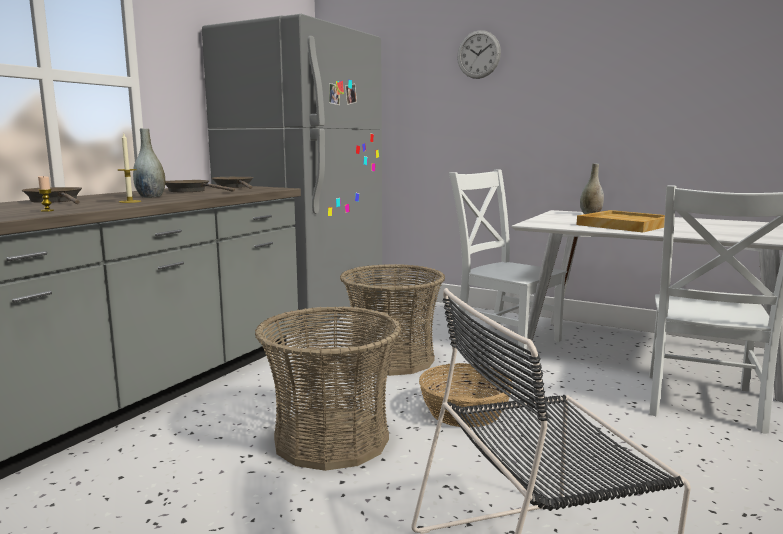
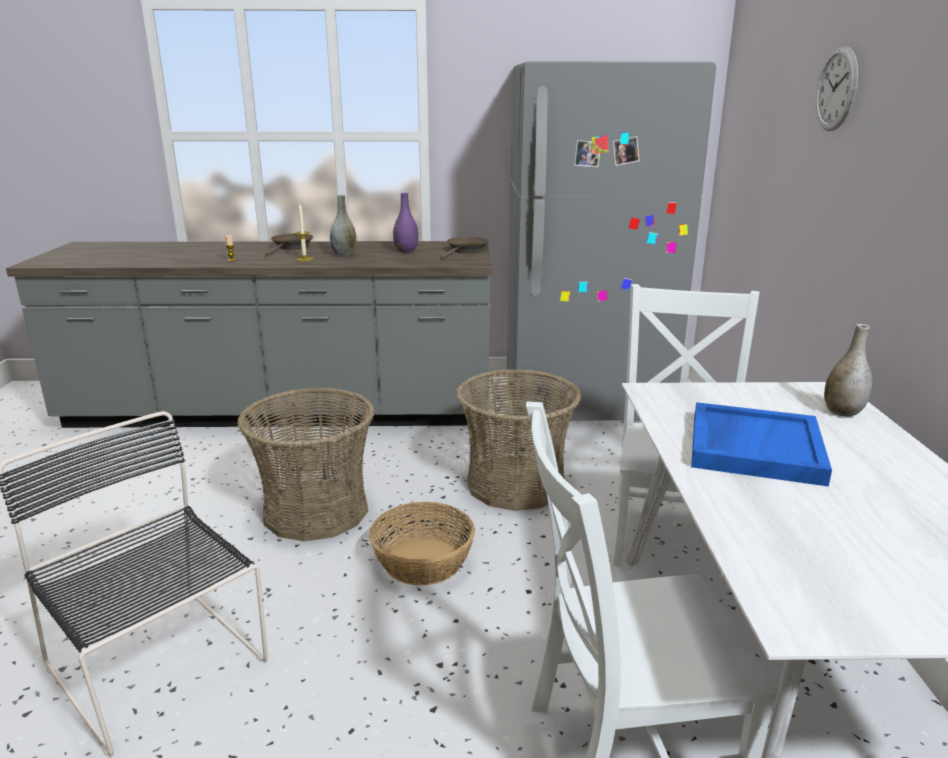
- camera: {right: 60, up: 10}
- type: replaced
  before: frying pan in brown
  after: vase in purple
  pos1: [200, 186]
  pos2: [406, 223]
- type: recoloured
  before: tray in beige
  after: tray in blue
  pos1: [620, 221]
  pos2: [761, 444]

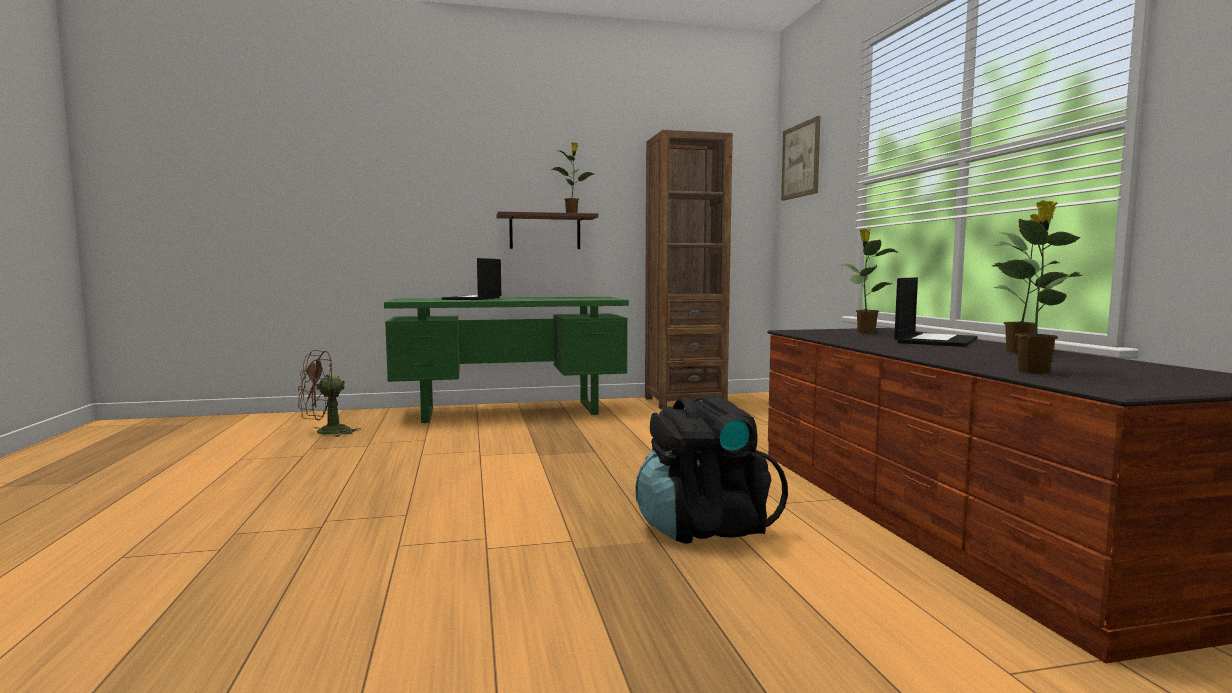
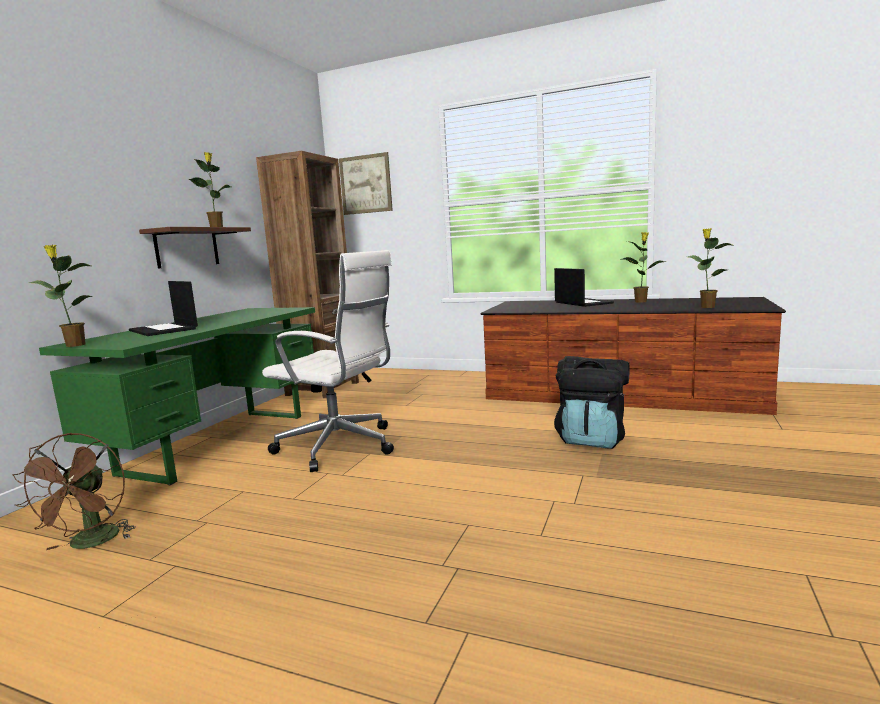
- camera: {right: -55, up: 5}
- type: moved
  before: potted plant
  pos1: [869, 281]
  pos2: [60, 296]
- type: added
  after: office chair in white
  pos2: [328, 361]

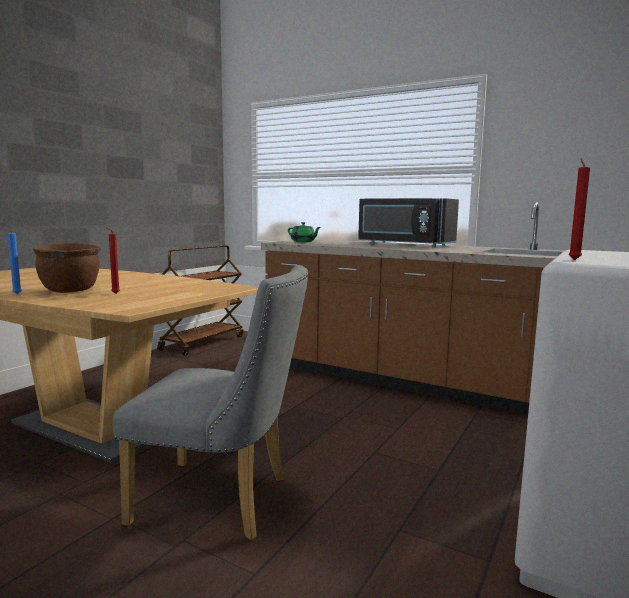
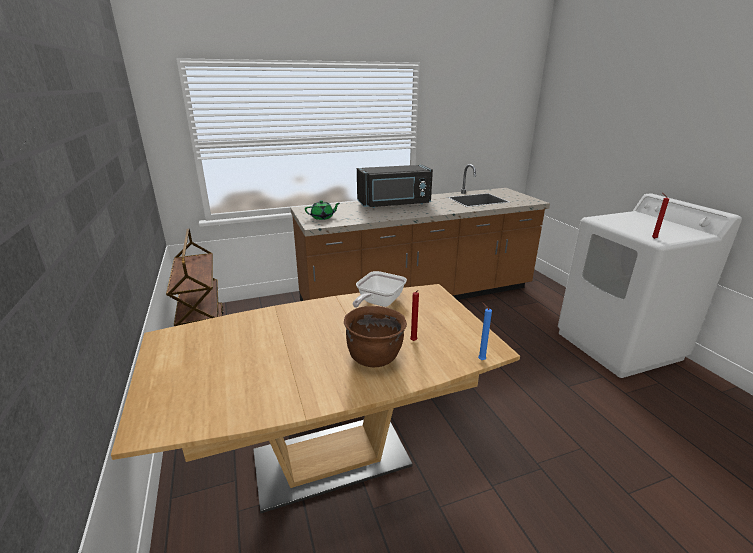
- camera: {right: -50, up: 15}
- type: added
  after: frying pan
  pos2: [380, 289]
- type: moved
  before: candle in blue
  pos1: [15, 260]
  pos2: [485, 331]
- type: removed
  before: chair in grey
  pos1: [210, 402]

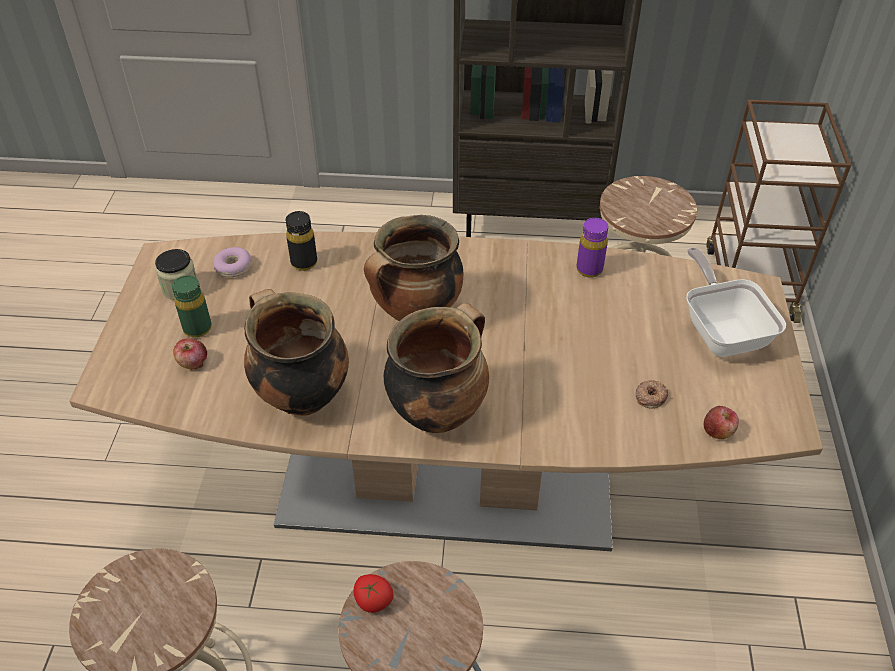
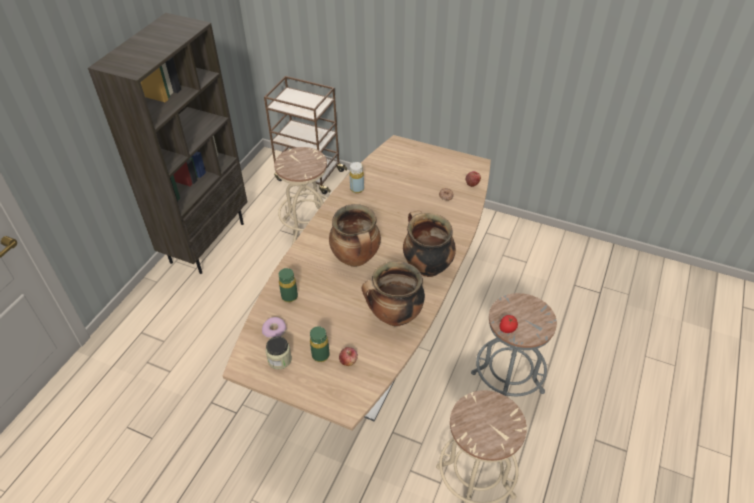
- camera: {right: -70, up: 0}
- type: recoloured
  before: bottle in black
  after: bottle in green
  pos1: [301, 241]
  pos2: [288, 285]
- type: recoloured
  before: bottle in purple
  after: bottle in yellow
  pos1: [592, 248]
  pos2: [356, 177]
- type: removed
  before: frying pan
  pos1: [736, 302]

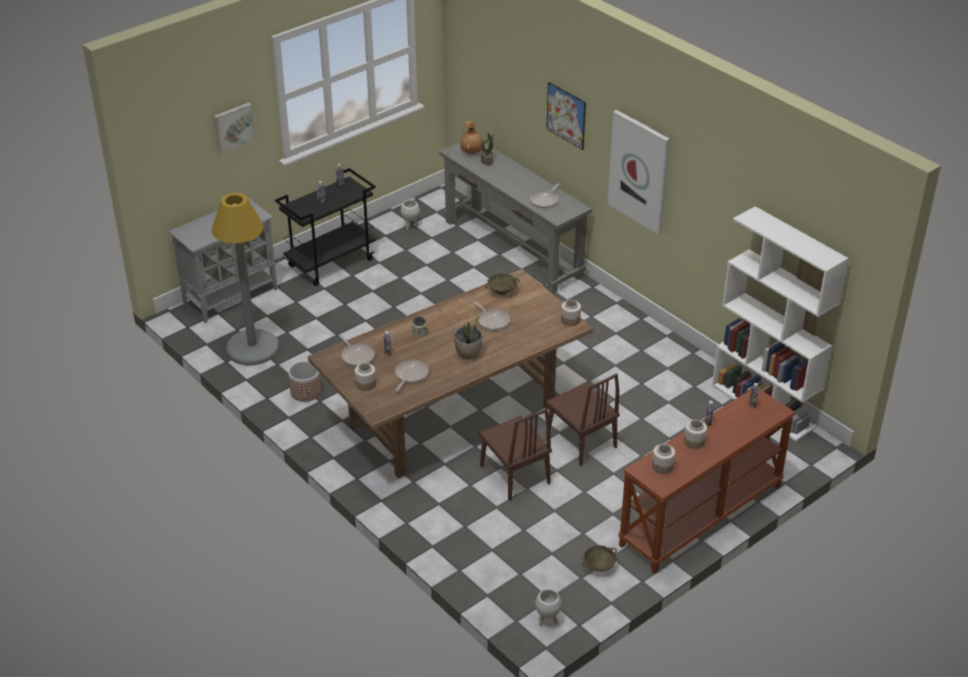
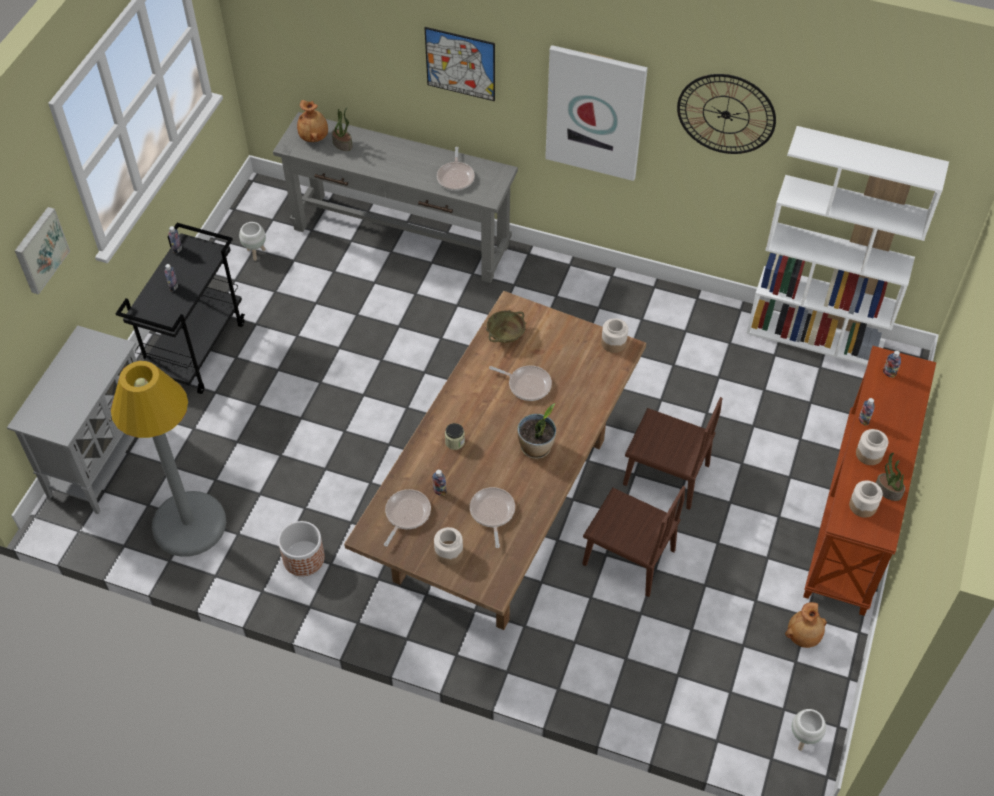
- camera: {right: -30, up: 15}
- type: turned
  before: frying pan
  pos1: [357, 350]
  pos2: [407, 518]
  turn: -90
- type: added
  after: wall clock
  pos2: [726, 114]
- type: replaced
  before: bowl in beige
  after: vase in brown
  pos1: [600, 558]
  pos2: [806, 625]
- type: added
  after: potted plant
  pos2: [890, 477]

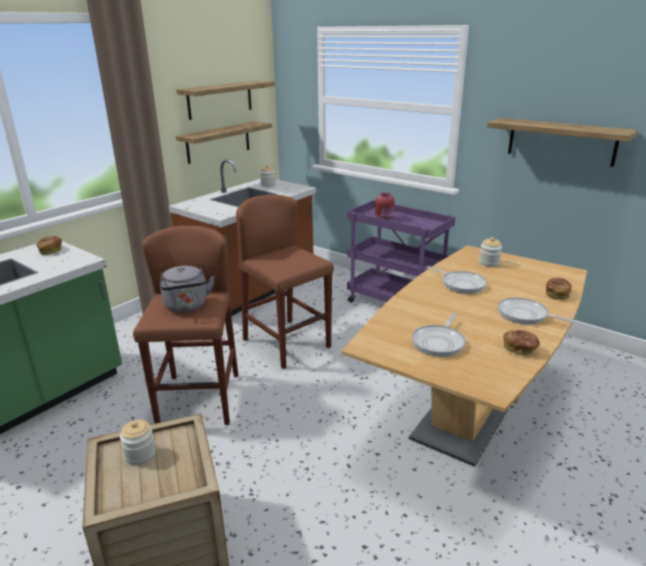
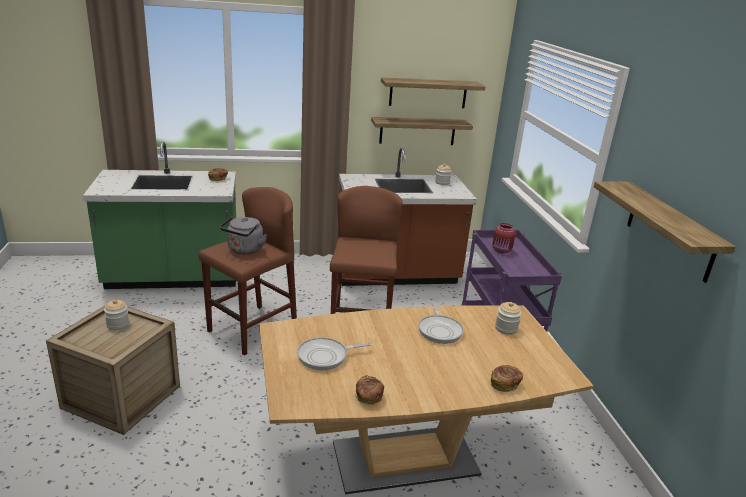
- camera: {right: 40, up: 0}
- type: removed
  before: frying pan
  pos1: [537, 311]

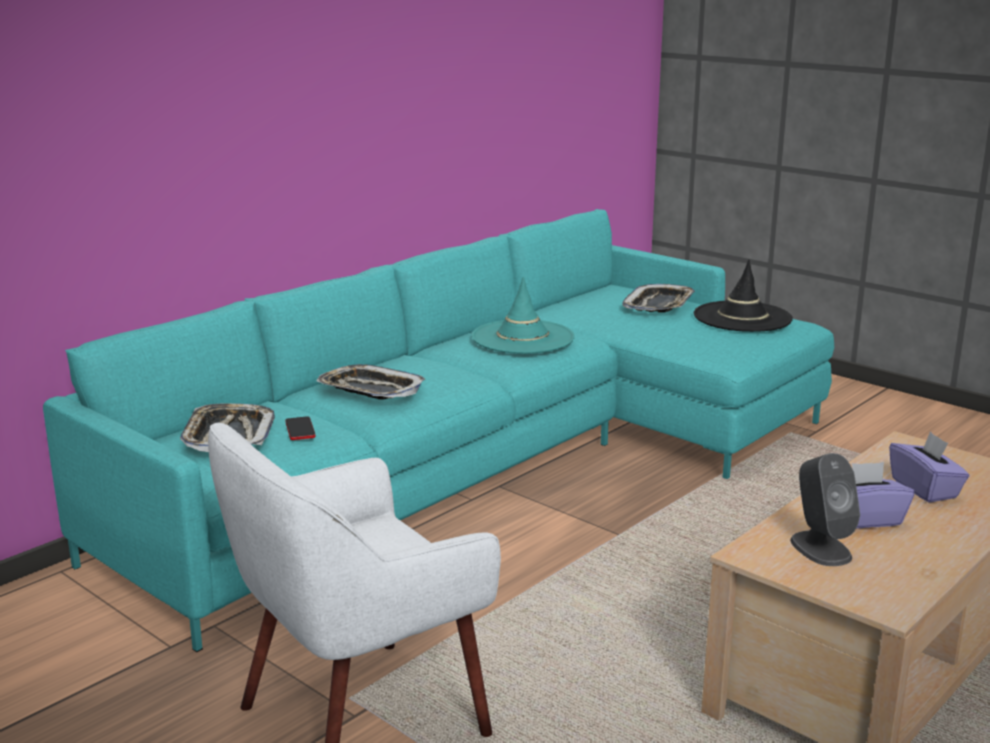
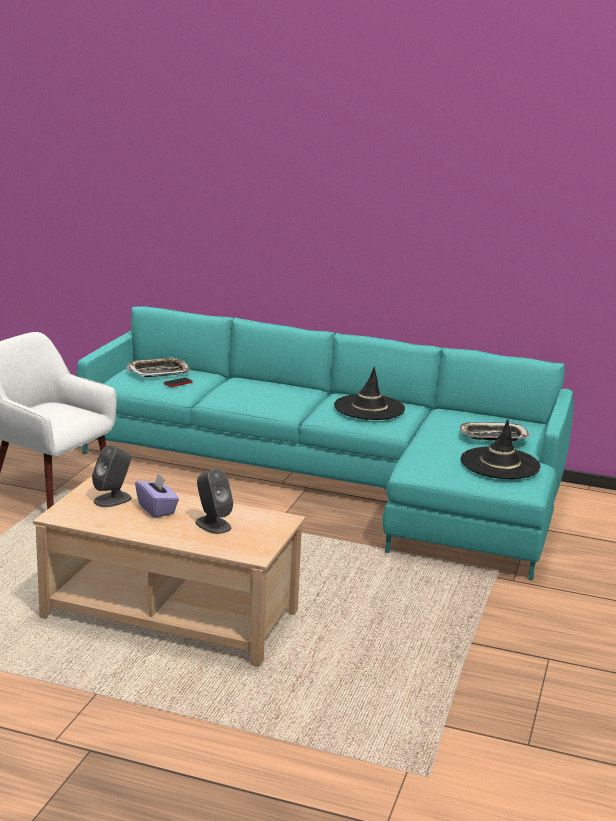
- camera: {right: 65, up: 0}
- type: replaced
  before: tissue box in purple
  after: speaker in grey
  pos1: [929, 467]
  pos2: [214, 501]
- type: recoloured
  before: hat in turquoise
  after: hat in black
  pos1: [523, 315]
  pos2: [369, 393]
- type: removed
  before: tray
  pos1: [371, 382]

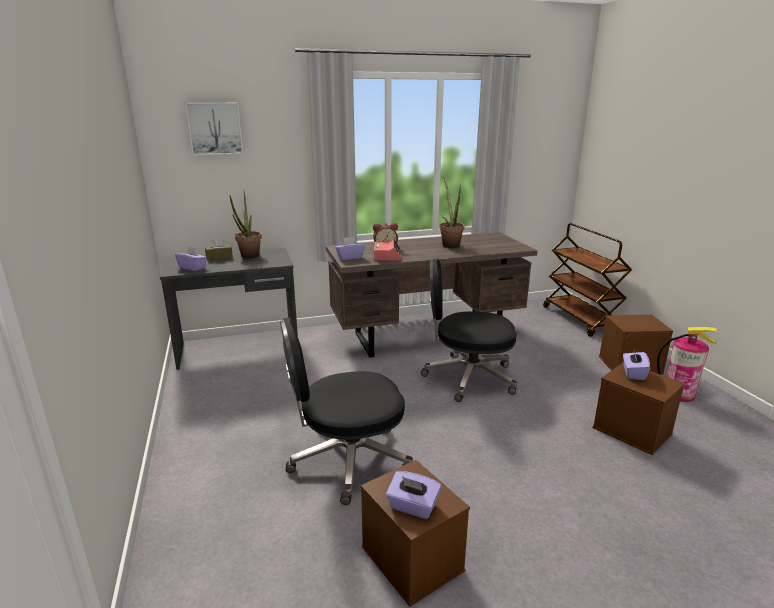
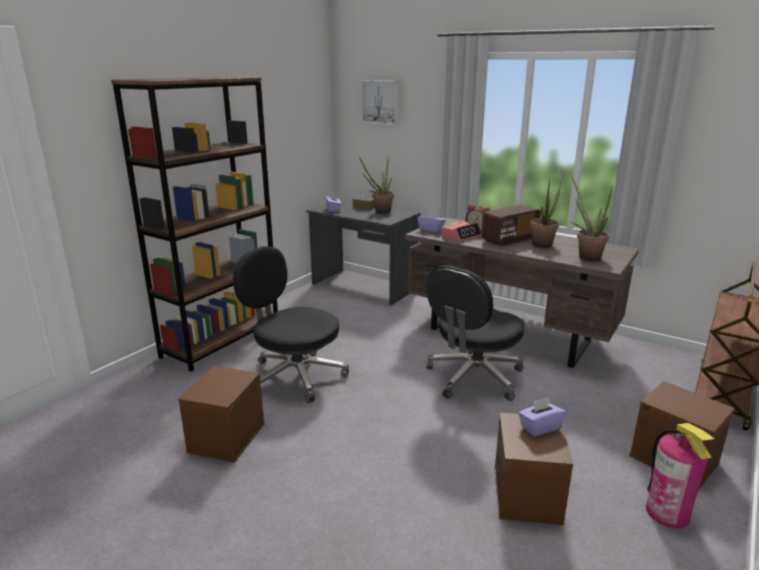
- camera: {right: 50, up: 0}
- type: added
  after: bookcase in brown
  pos2: [194, 224]
- type: turned
  before: office chair in black
  pos1: [469, 330]
  pos2: [475, 333]
  turn: -105
- type: added
  after: radio
  pos2: [511, 225]
- type: added
  after: potted plant
  pos2: [592, 218]
- type: removed
  before: tissue box in purple
  pos1: [413, 495]

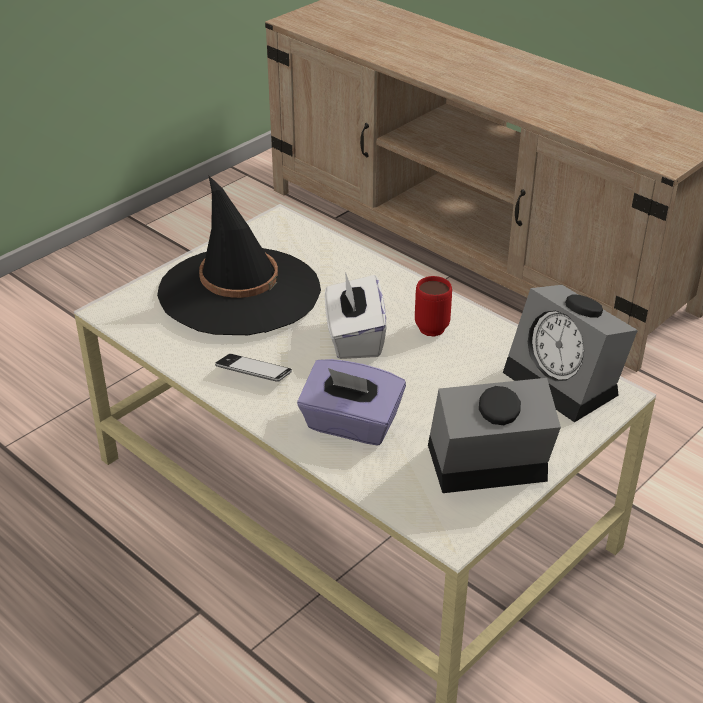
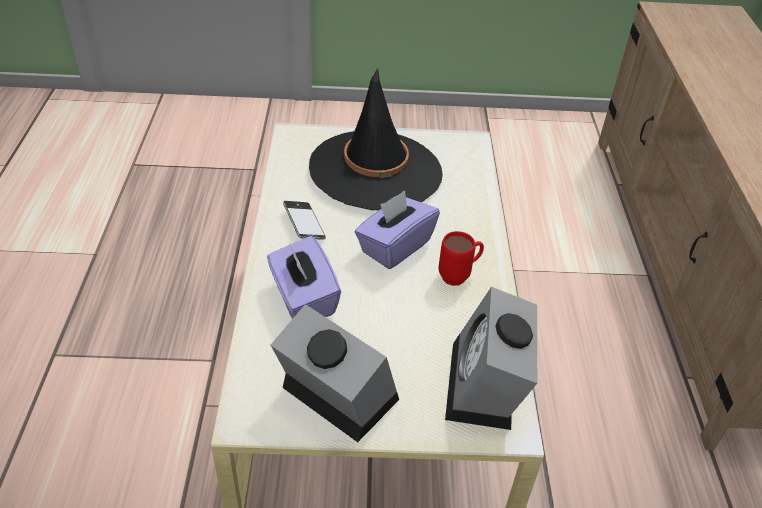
- camera: {right: 45, up: 5}
- type: recoloured
  before: tissue box in white
  after: tissue box in purple
  pos1: [355, 315]
  pos2: [397, 229]

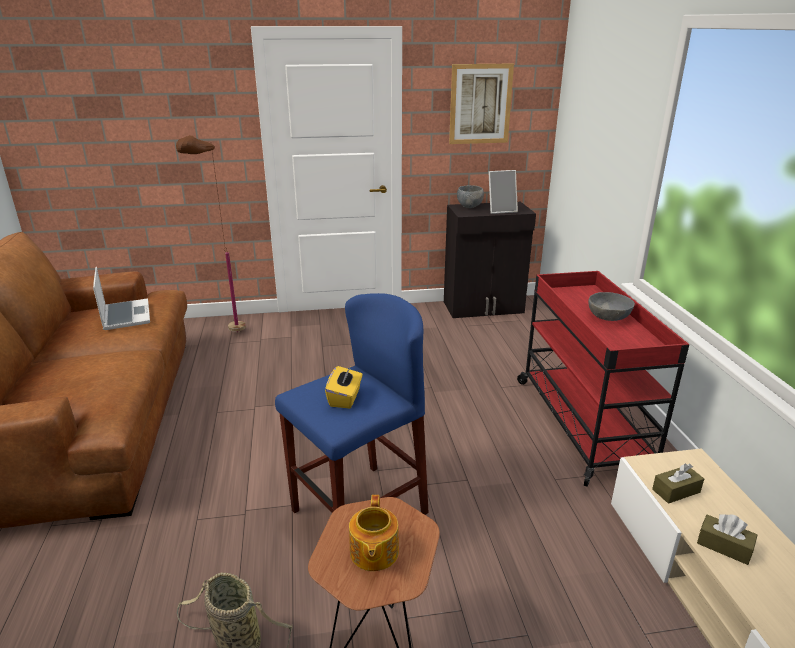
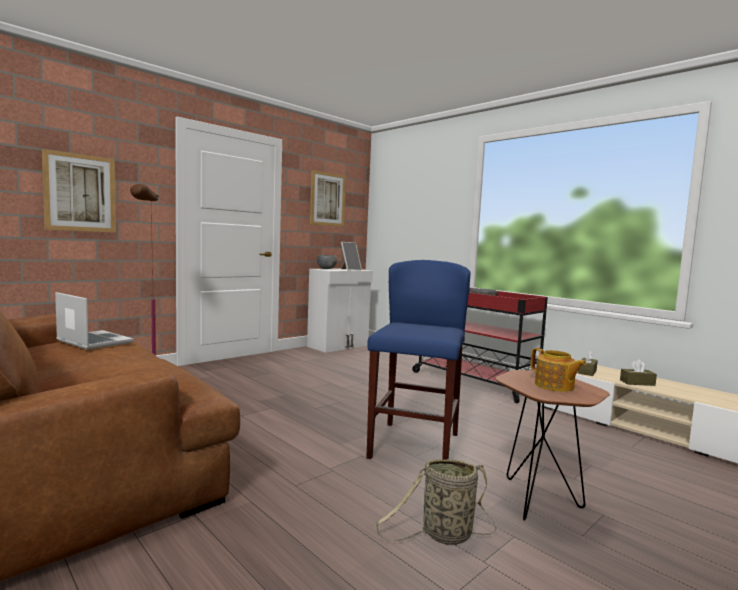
- camera: {right: -35, up: -20}
- type: added
  after: picture
  pos2: [79, 191]
- type: recoloured
  before: cabinet in black
  after: cabinet in white
  pos1: [490, 260]
  pos2: [340, 310]
- type: removed
  before: tissue box in yellow
  pos1: [344, 387]

